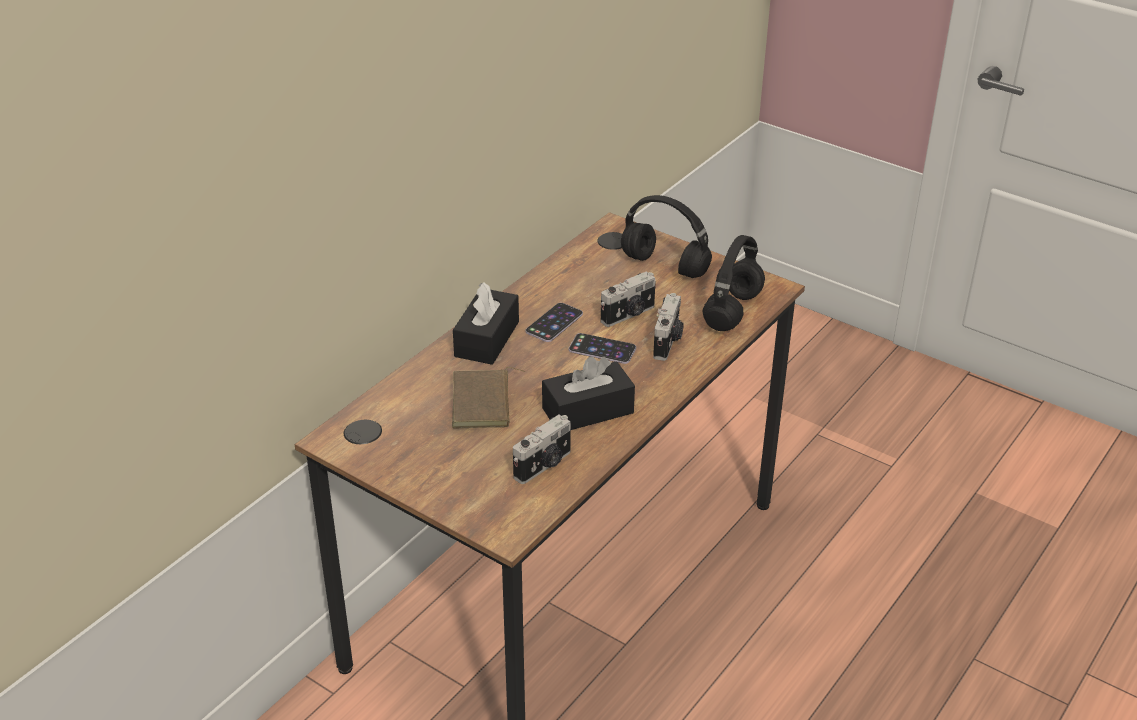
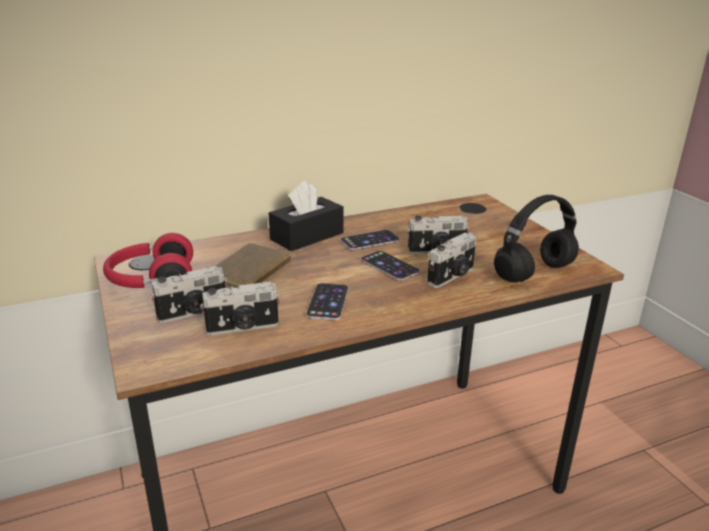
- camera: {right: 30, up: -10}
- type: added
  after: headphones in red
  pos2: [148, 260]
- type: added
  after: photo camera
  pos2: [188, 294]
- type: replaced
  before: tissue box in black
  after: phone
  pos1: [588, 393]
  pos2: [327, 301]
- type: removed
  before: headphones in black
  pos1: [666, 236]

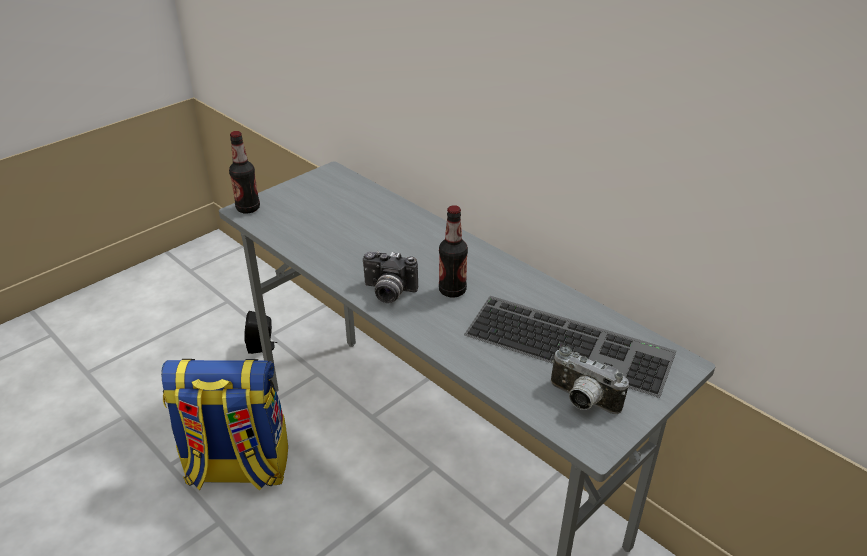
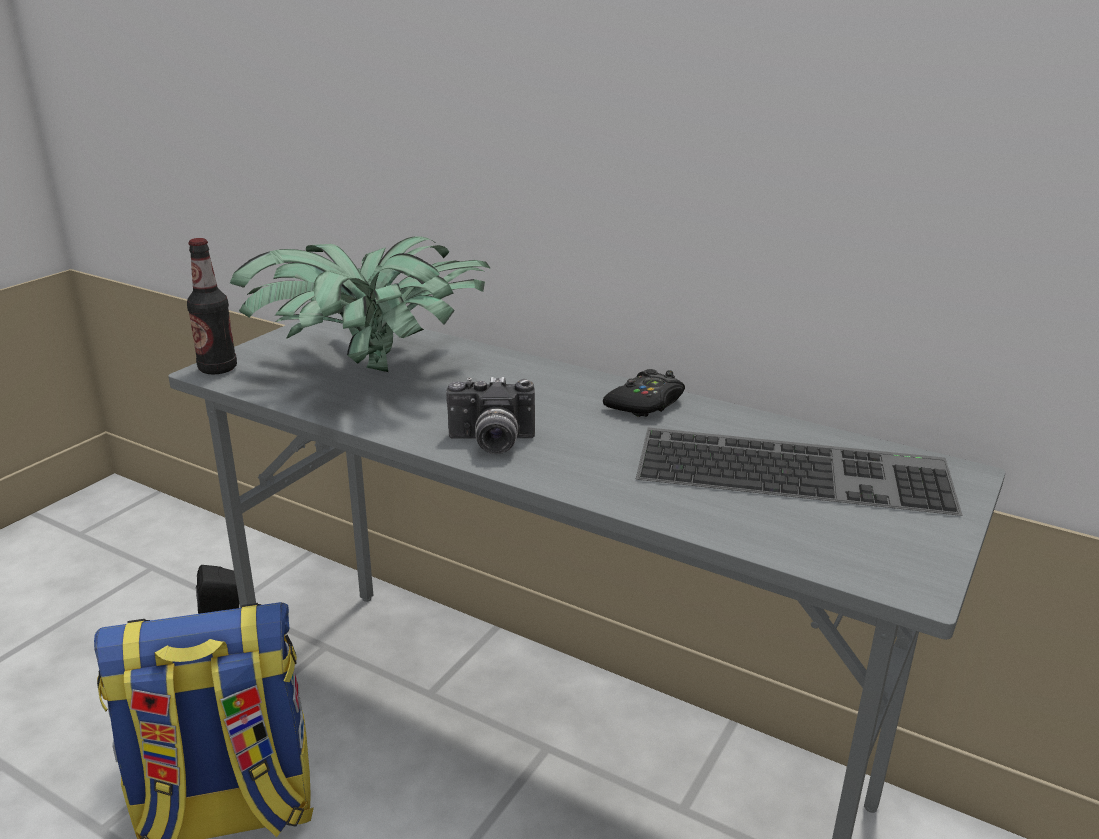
- camera: {right: -15, up: -10}
- type: added
  after: potted plant
  pos2: [360, 304]
- type: added
  after: game controller in black
  pos2: [644, 393]
- type: removed
  before: bottle
  pos1: [453, 251]
- type: removed
  before: photo camera
  pos1: [590, 380]

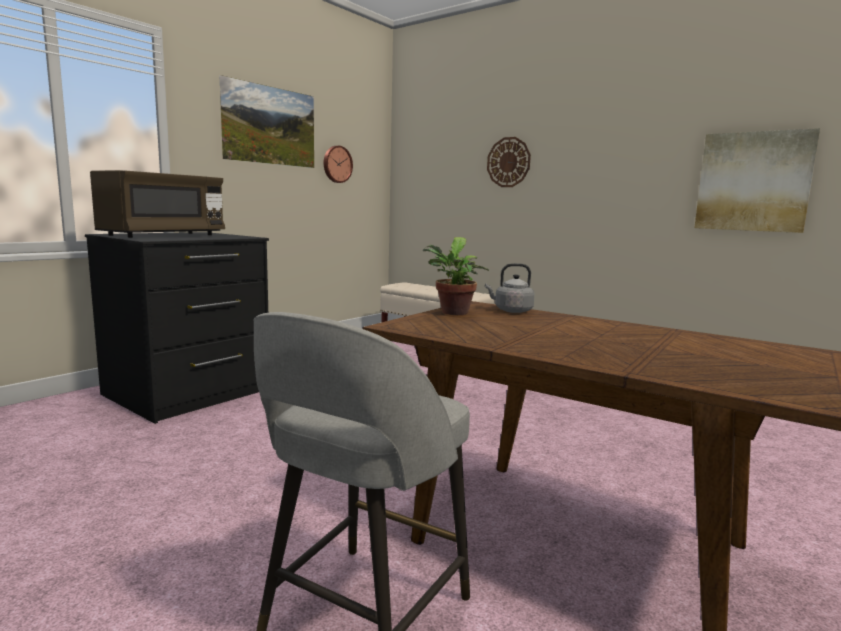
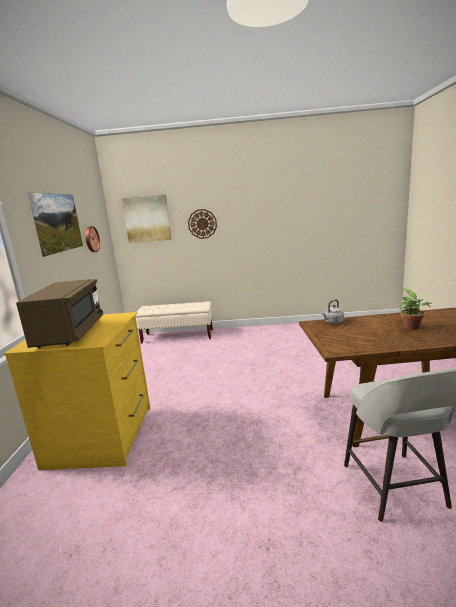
- camera: {right: -35, up: 5}
- type: recoloured
  before: dresser in black
  after: dresser in yellow
  pos1: [177, 328]
  pos2: [77, 391]
- type: moved
  before: picture
  pos1: [757, 180]
  pos2: [147, 219]
- type: moved
  before: potted plant
  pos1: [456, 276]
  pos2: [415, 309]

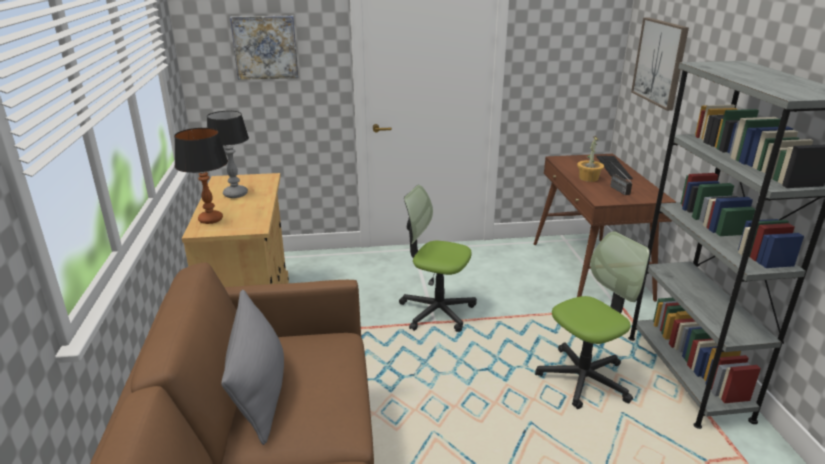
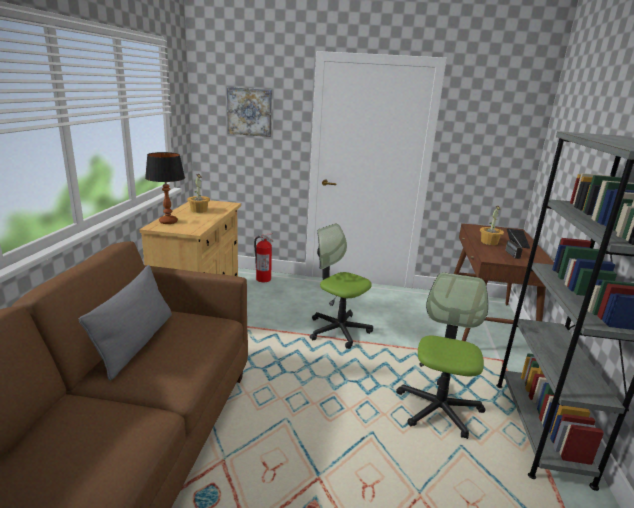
- camera: {right: 15, up: -5}
- type: replaced
  before: table lamp
  after: potted plant
  pos1: [228, 154]
  pos2: [198, 193]
- type: added
  after: fire extinguisher
  pos2: [263, 257]
- type: turned
  before: office chair
  pos1: [592, 320]
  pos2: [442, 355]
  turn: -60
- type: removed
  before: picture
  pos1: [660, 64]

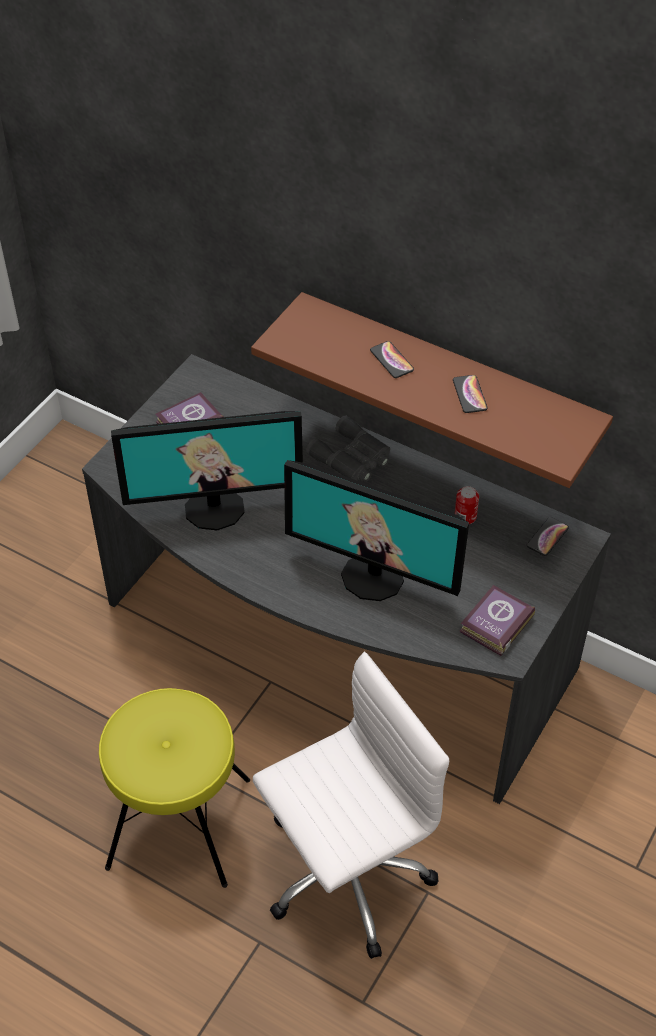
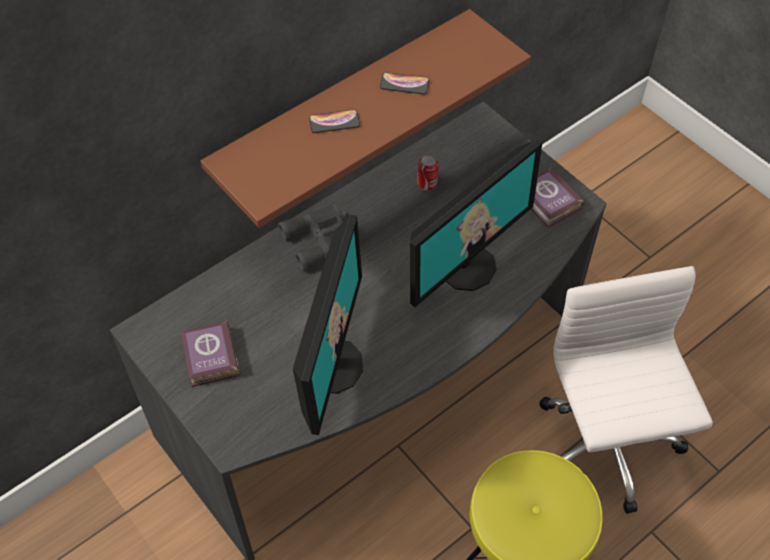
- camera: {right: -70, up: 5}
- type: removed
  before: phone
  pos1: [548, 536]

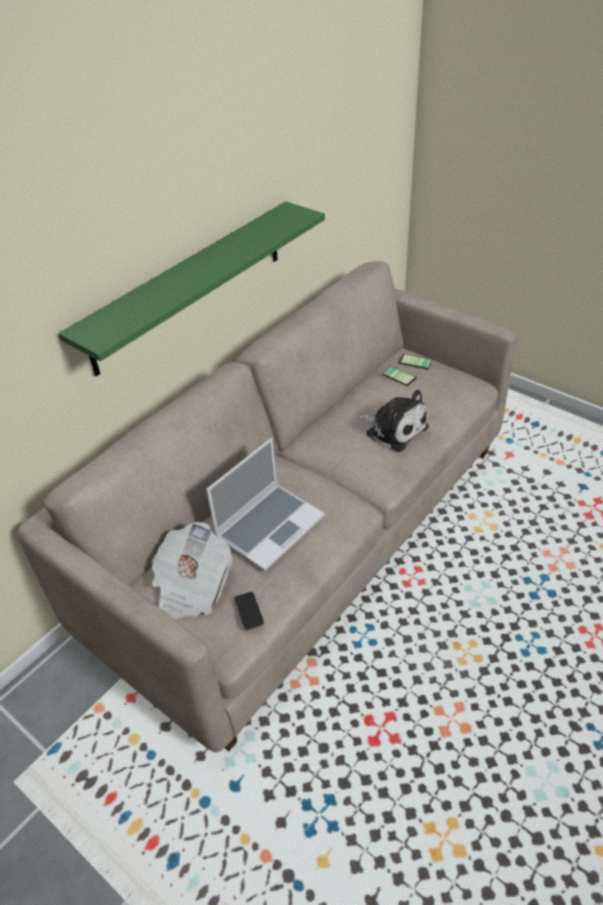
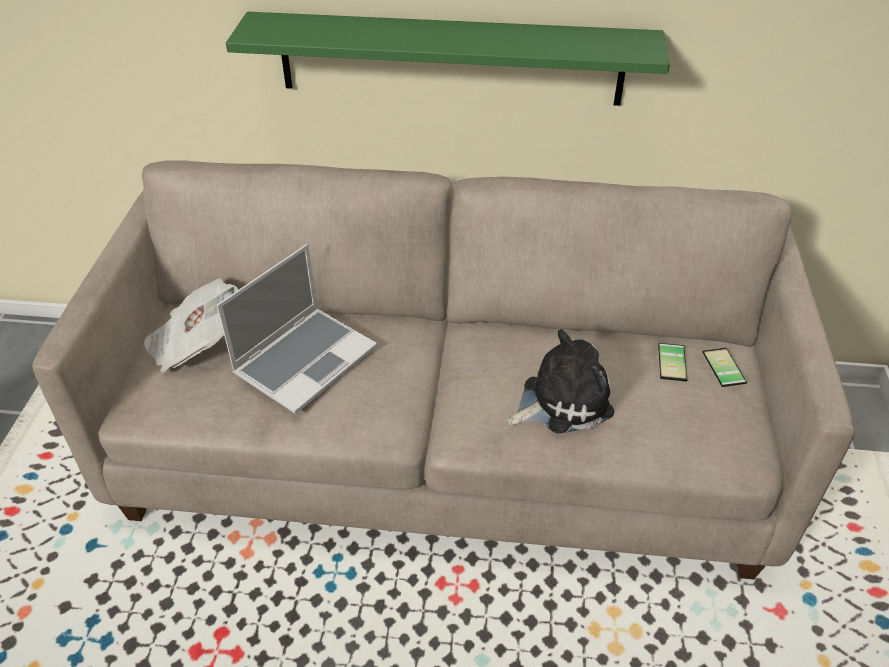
- camera: {right: 55, up: 0}
- type: turned
  before: laptop
  pos1: [265, 504]
  pos2: [297, 329]
  turn: -60
- type: turned
  before: plush toy
  pos1: [393, 421]
  pos2: [561, 381]
  turn: -120
- type: removed
  before: phone
  pos1: [249, 611]

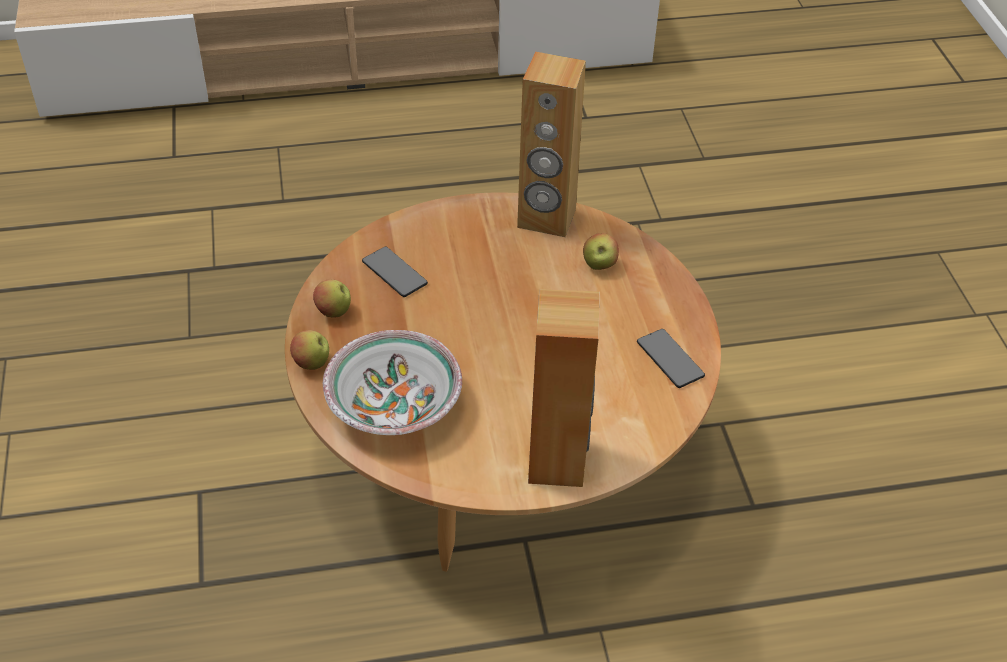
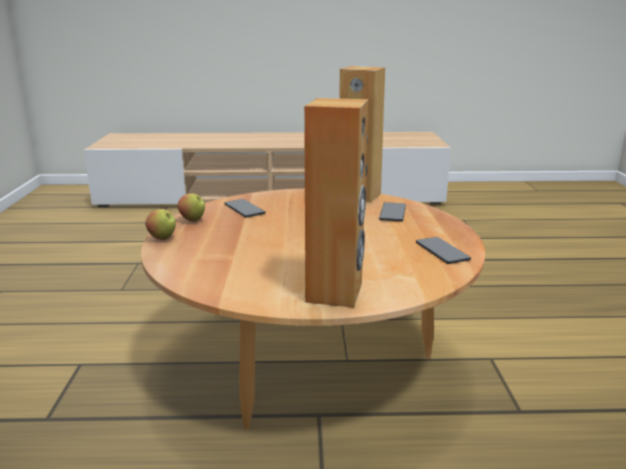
- camera: {right: 10, up: -25}
- type: replaced
  before: apple
  after: phone
  pos1: [601, 251]
  pos2: [392, 212]
- type: removed
  before: bowl
  pos1: [392, 382]

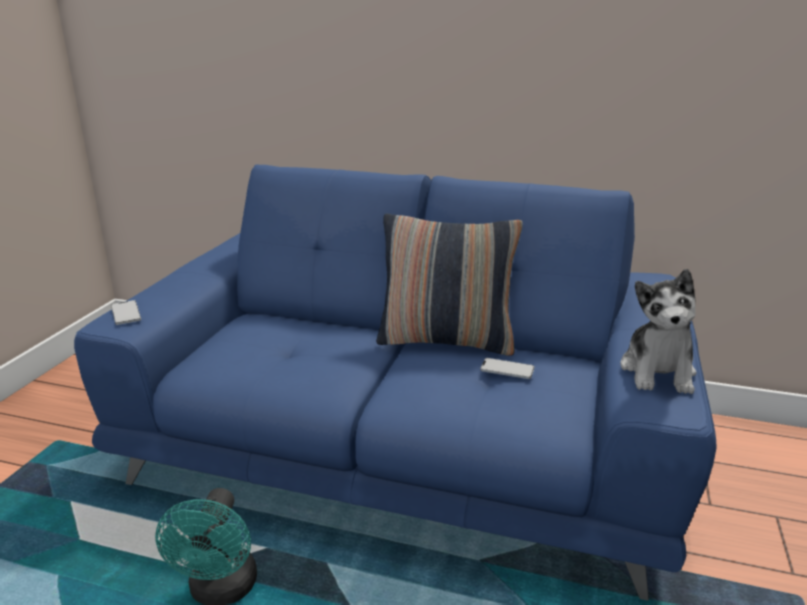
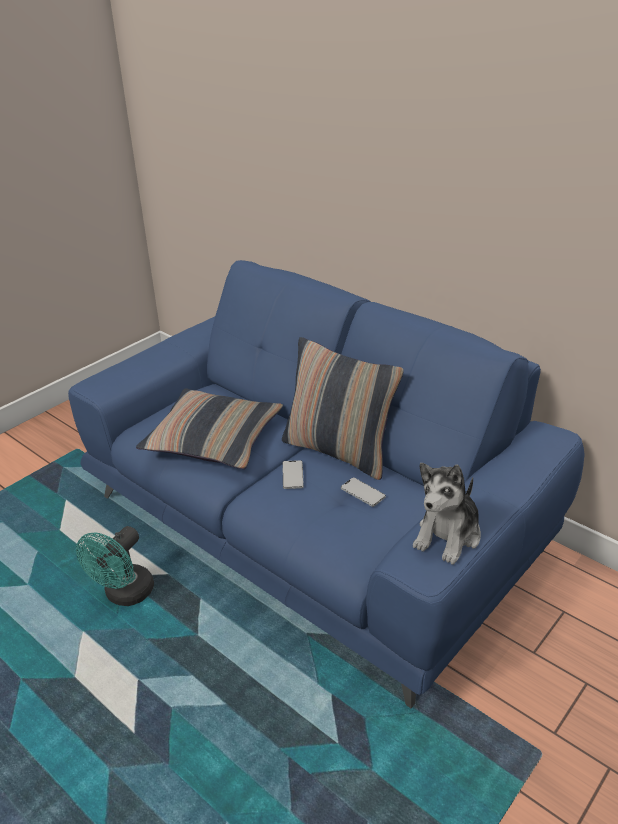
- camera: {right: 25, up: 10}
- type: added
  after: pillow
  pos2: [209, 429]
- type: moved
  before: phone
  pos1: [126, 312]
  pos2: [293, 474]

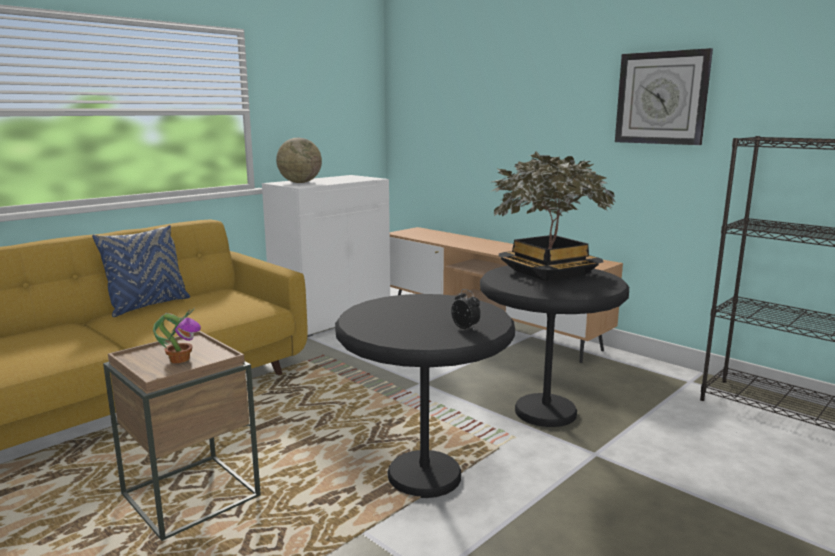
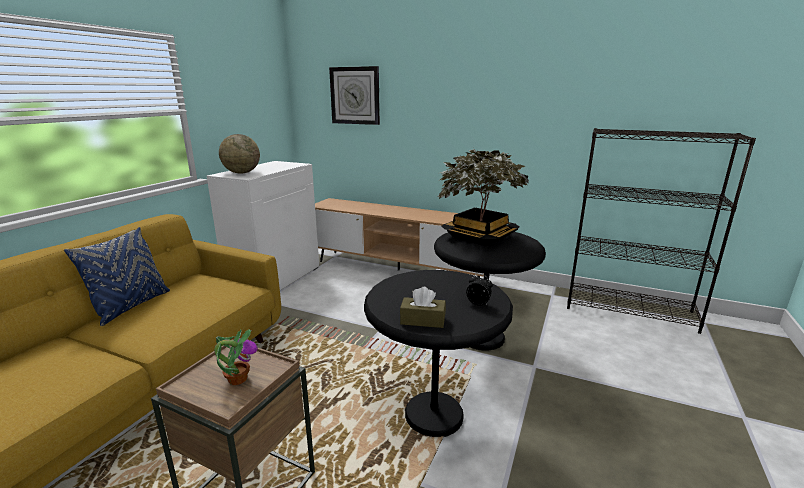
- camera: {right: -20, up: 5}
- type: moved
  before: wall clock
  pos1: [664, 96]
  pos2: [354, 95]
- type: added
  after: tissue box in brown
  pos2: [423, 307]

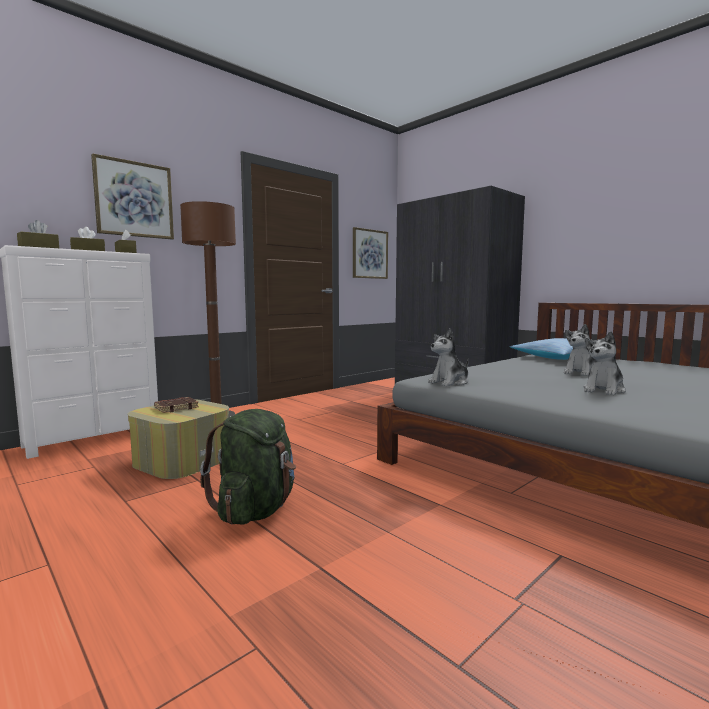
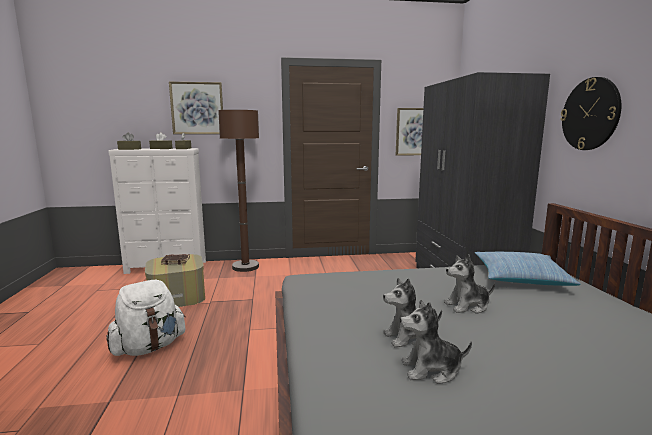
- camera: {right: 35, up: 5}
- type: recoloured
  before: backpack in green
  after: backpack in white
  pos1: [248, 467]
  pos2: [146, 318]
- type: moved
  before: plush toy
  pos1: [448, 357]
  pos2: [436, 341]
- type: added
  after: wall clock
  pos2: [590, 113]

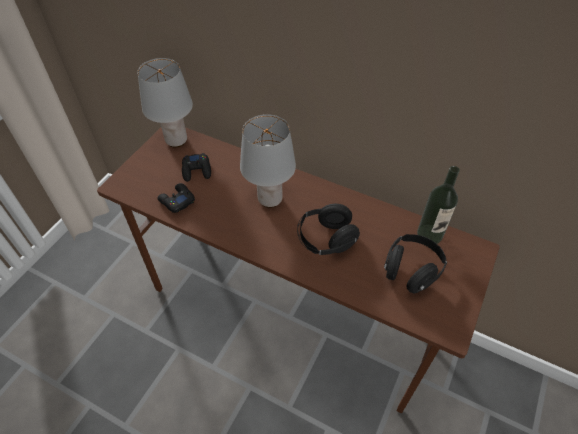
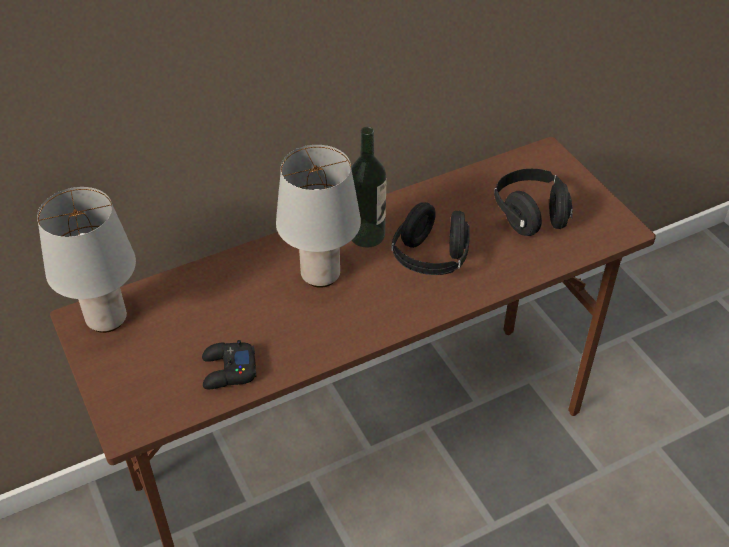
- camera: {right: -55, up: -5}
- type: moved
  before: bottle
  pos1: [438, 205]
  pos2: [369, 187]
- type: removed
  before: game controller in black
  pos1: [196, 167]

